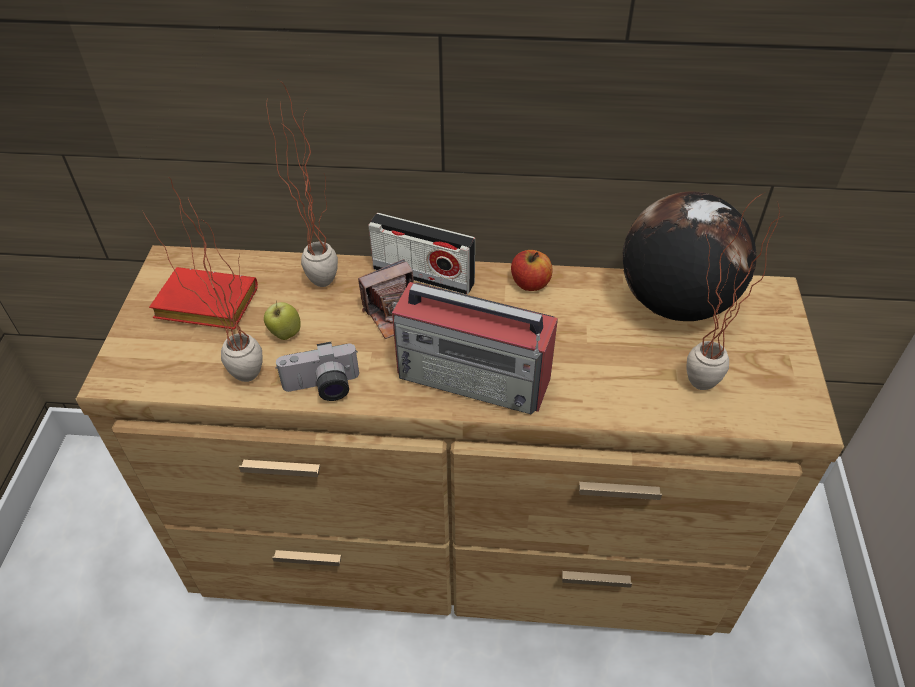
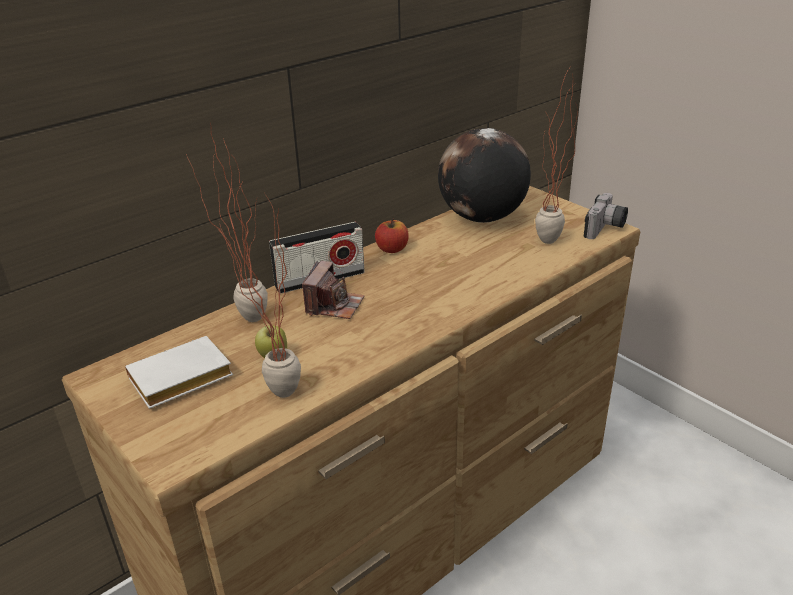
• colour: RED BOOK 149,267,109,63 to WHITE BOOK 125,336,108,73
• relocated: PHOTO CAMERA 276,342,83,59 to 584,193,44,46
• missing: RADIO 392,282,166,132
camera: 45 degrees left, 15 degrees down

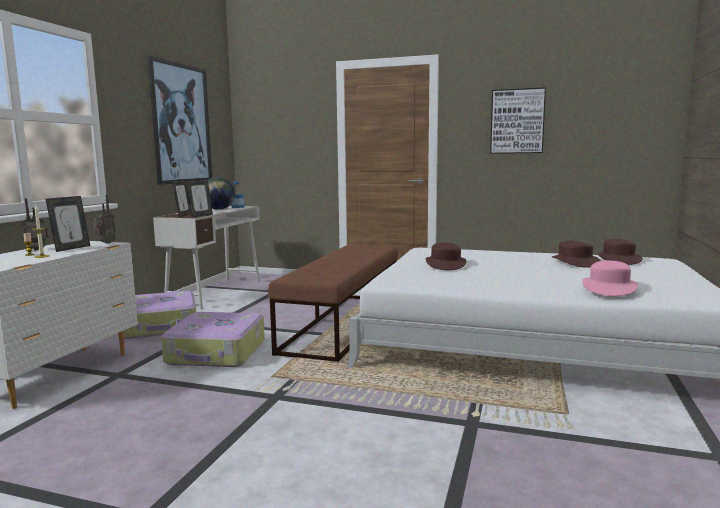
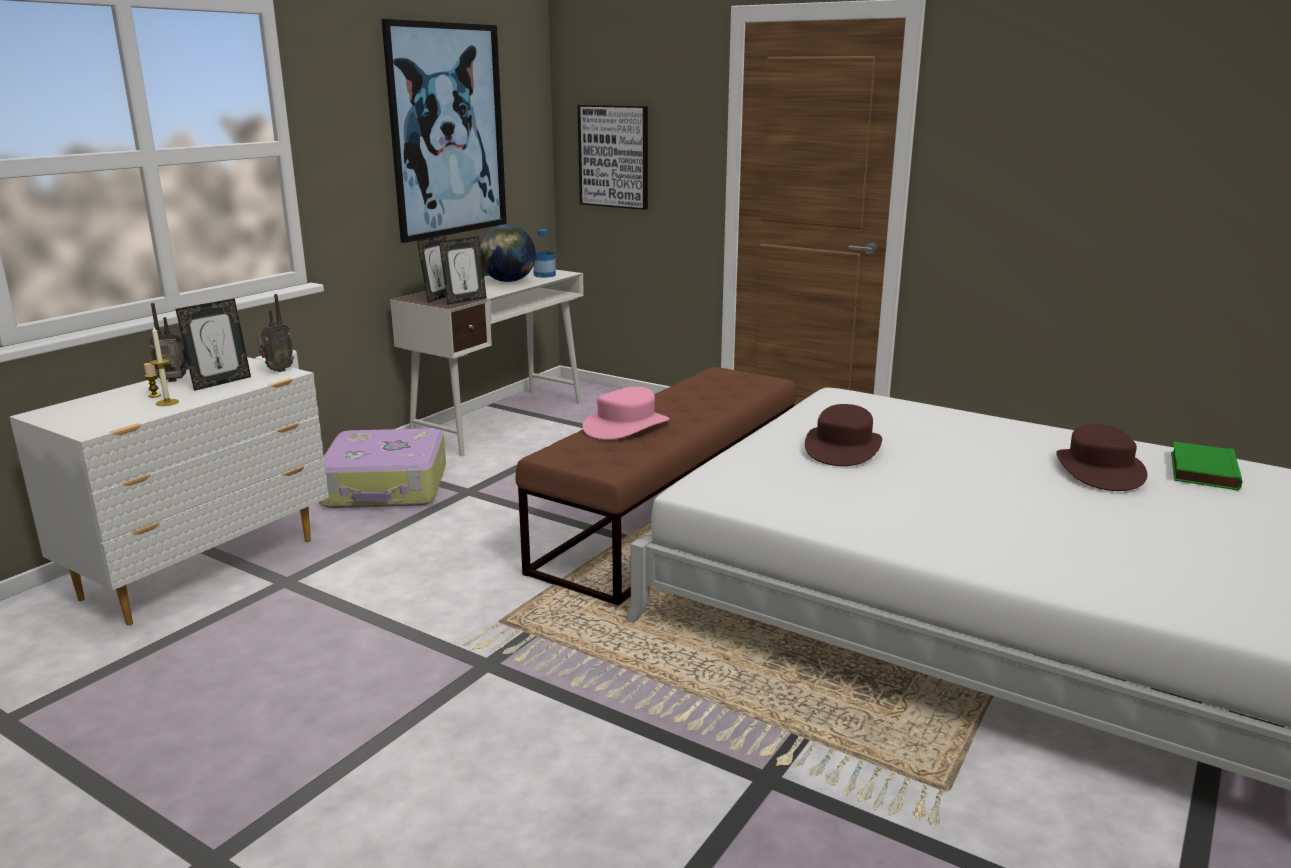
• missing: SUITCASE 161,312,104,55
• relocated: PICTURE 490,87,56,67 to 578,105,70,105
• relocated: PINK HAT 582,260,56,36 to 583,387,87,53
• exchanged: BROWN HAT 597,239,45,26 to GREEN BOOK 1171,441,71,50
camera: 15 degrees right, 10 degrees up

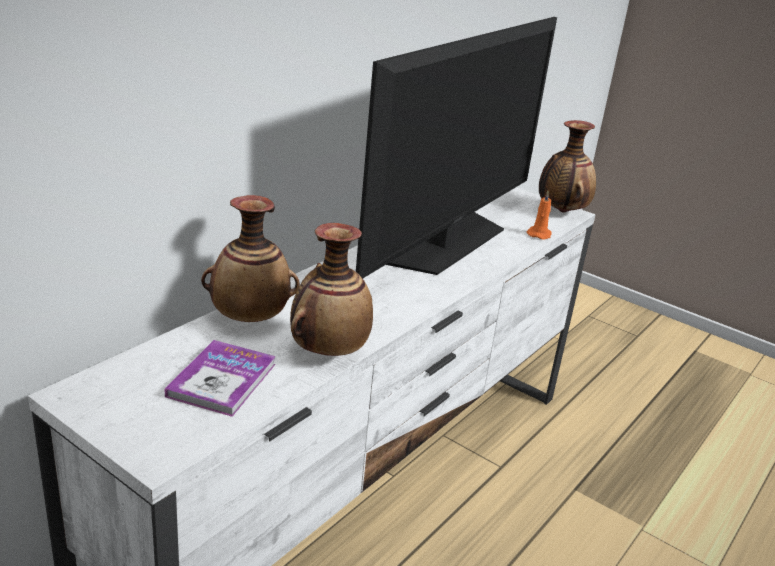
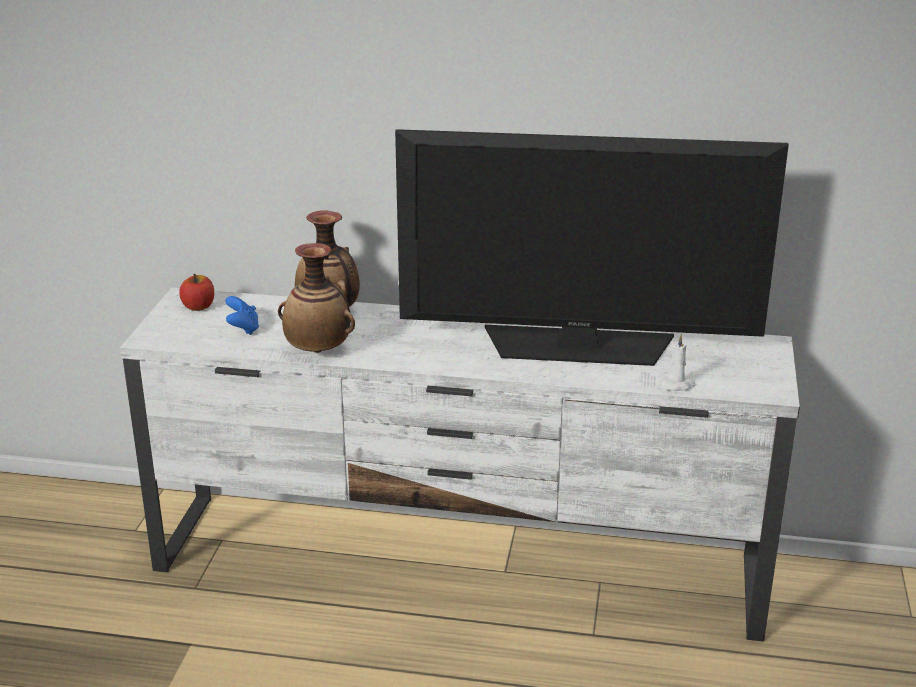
• exchanged: BOOK 164,340,112,77 to BLUE GAME CONTROLLER 225,296,34,39
• colour: ORANGE CANDLE 527,191,25,49 to WHITE CANDLE 660,334,35,57
• missing: VASE 539,120,57,93
• appeared: APPLE 179,274,35,37
camera: 65 degrees right, 0 degrees up

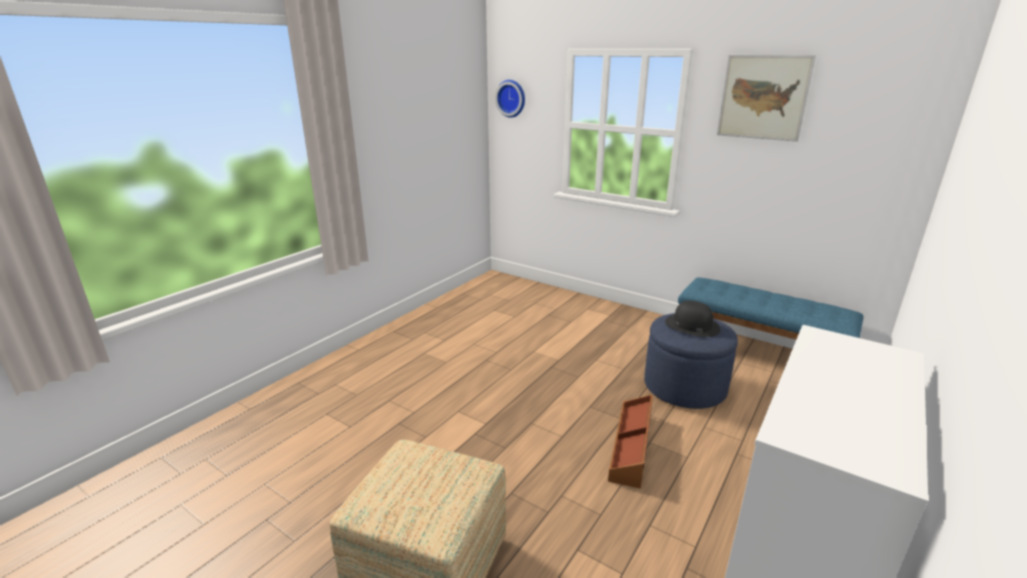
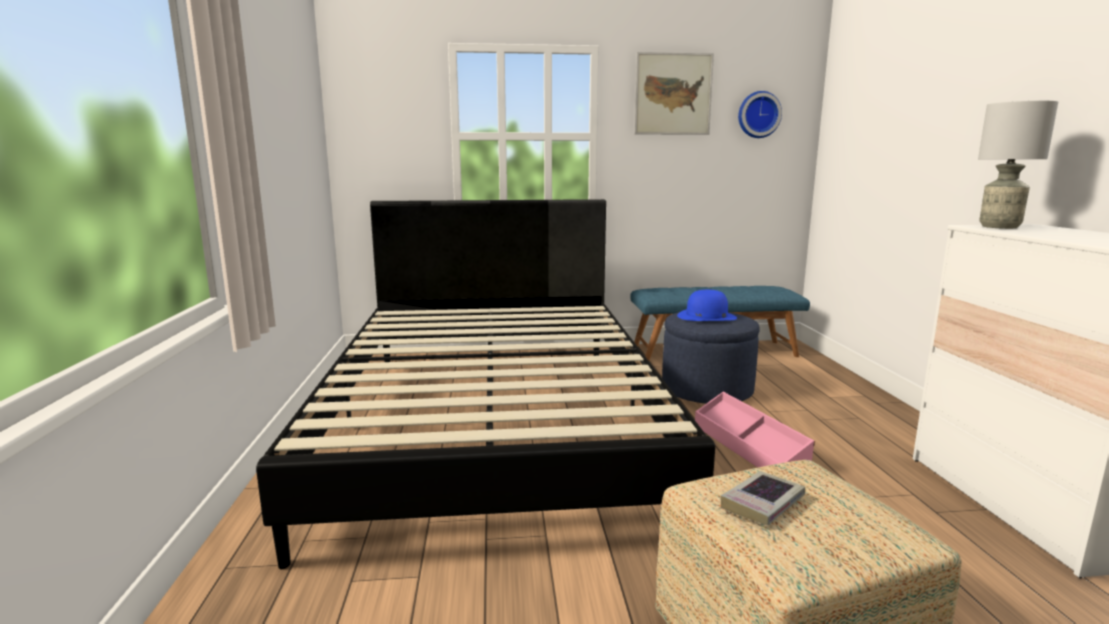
• relocated: WALL CLOCK 495,80,30,38 to 738,91,44,47
• colour: BROWN STORAGE BOX 608,395,45,94 to PINK STORAGE BOX 695,392,120,75
• colour: BLACK HAT 665,301,56,36 to BLUE HAT 677,290,60,31
• appeared: BLACK BED 256,199,459,370
• appeared: BOOK 721,471,84,54
• appeared: GREY TABLE LAMP 978,101,80,128
camera: 40 degrees left, 10 degrees down

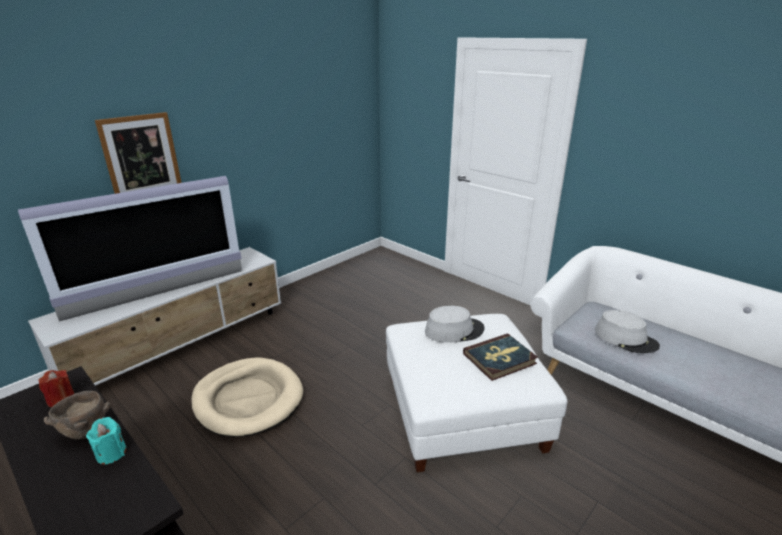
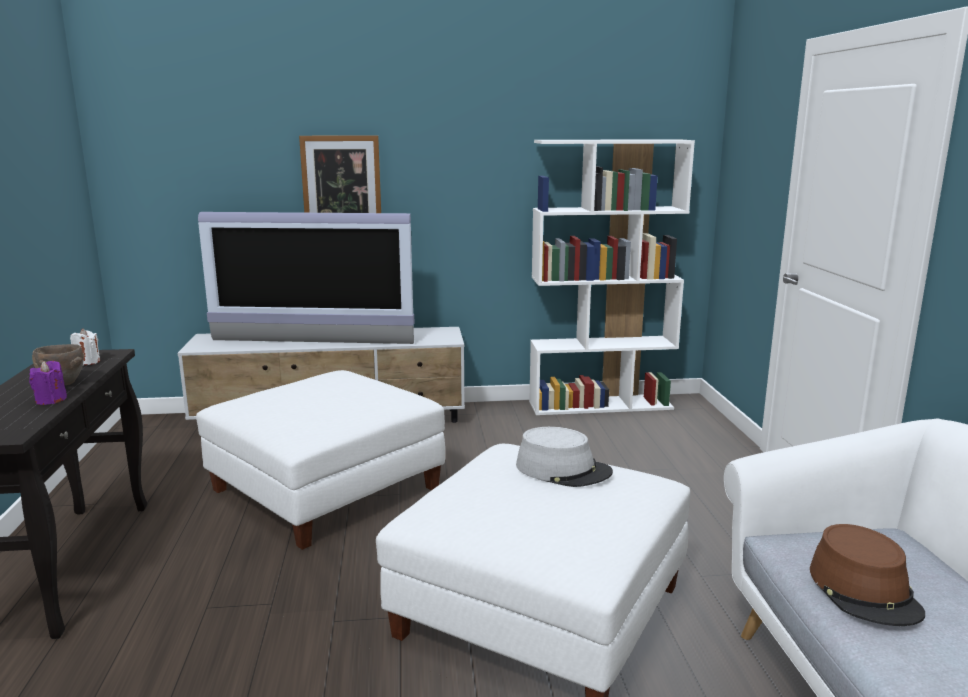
• colour: RED CANDLE 38,370,36,37 to WHITE CANDLE 70,329,30,36
• colour: TURQUOISE CANDLE 86,417,41,48 to PURPLE CANDLE 29,361,38,44
• exchanged: BEIGE DOG BED 191,358,112,79 to WHITE OTTOMAN 196,370,249,180
• missing: BOOK 463,334,75,47
• colour: GREY HAT 595,310,65,43 to BROWN HAT 810,524,115,102
• appeared: WHITE BOOKCASE 529,139,166,276
camera: 40 degrees right, 10 degrees down

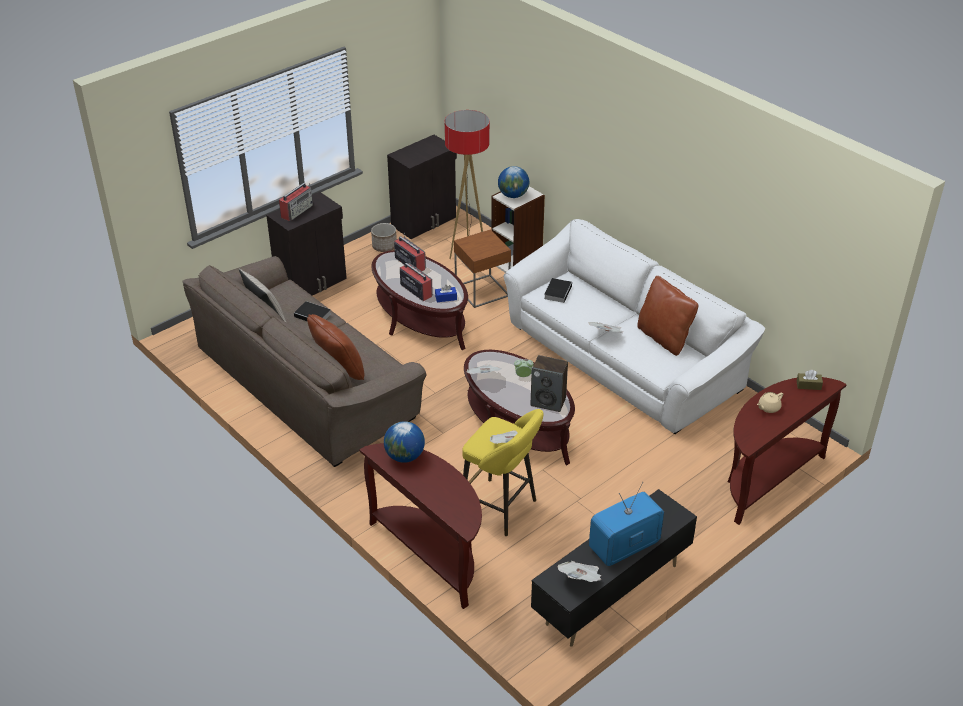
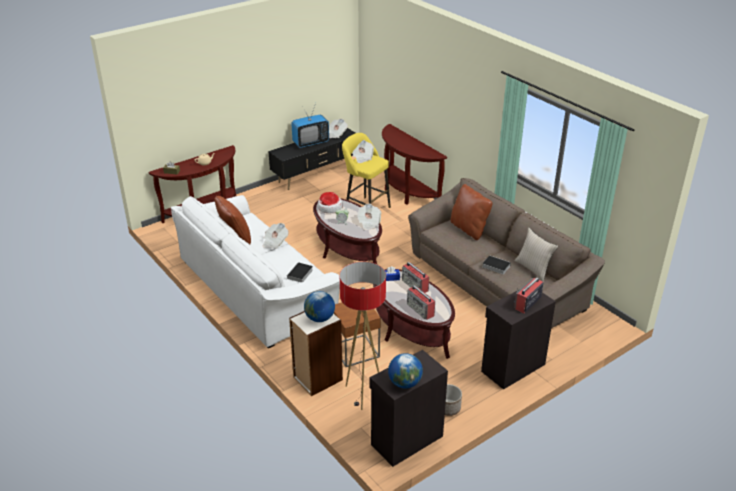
• relocated: GLOBE 384,421,41,42 to 388,353,35,35
• exchanged: SPEAKER 530,355,38,57 to HAT 318,192,25,21
camera: 175 degrees left, 5 degrees down

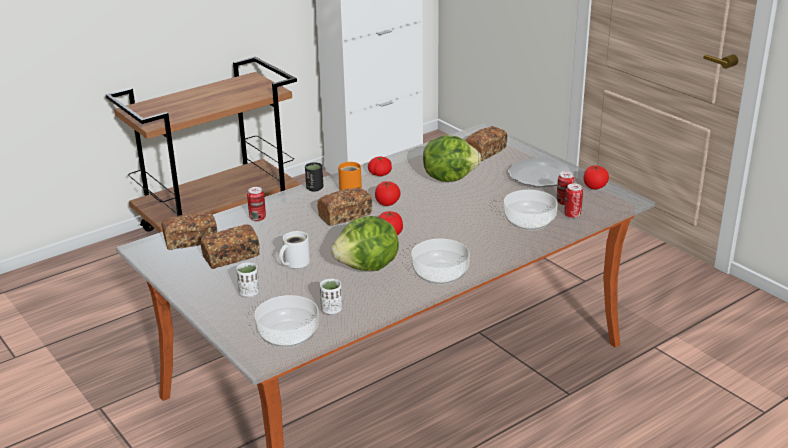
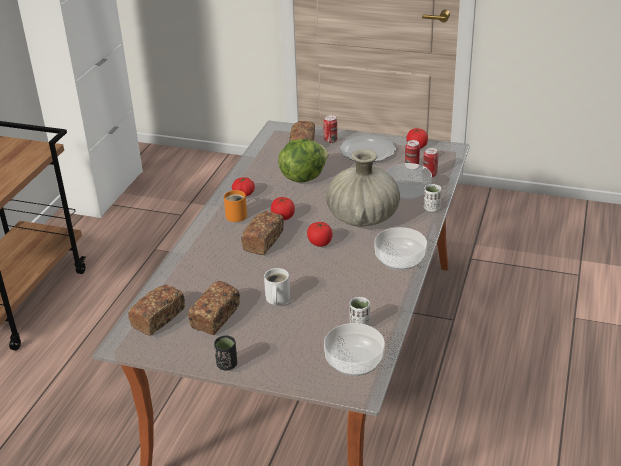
• relocated: WHITE CUP 236,262,23,35 to 424,184,17,28
• relocated: CAN 247,187,19,34 to 323,115,14,28
• relocated: BLACK CUP 305,162,18,29 to 214,335,23,35
• missing: LETTUCE 331,216,68,55
• appeared: BEIGE VASE 326,149,74,78
camera: 35 degrees left, 5 degrees up

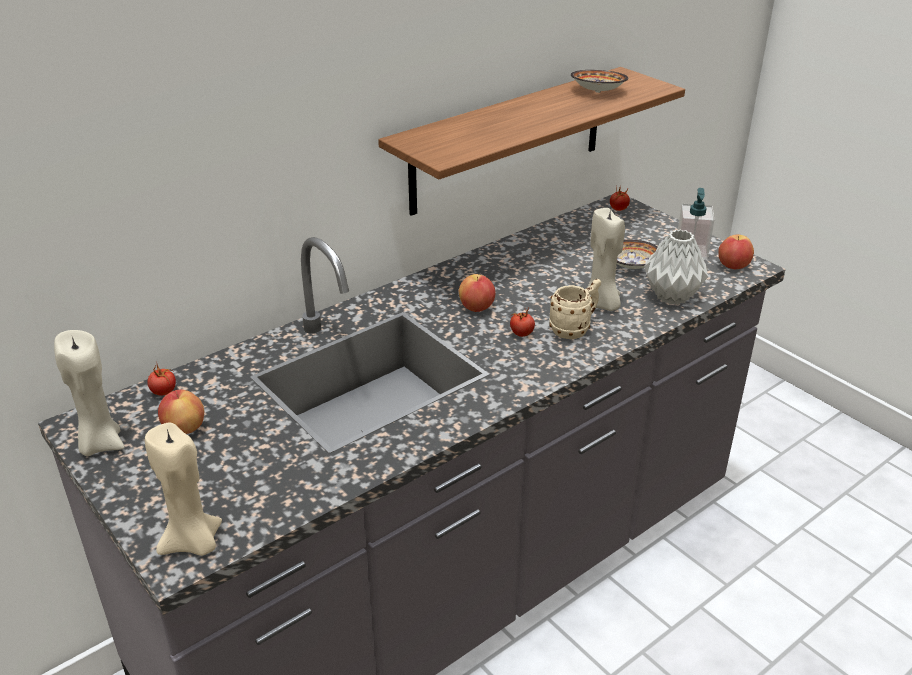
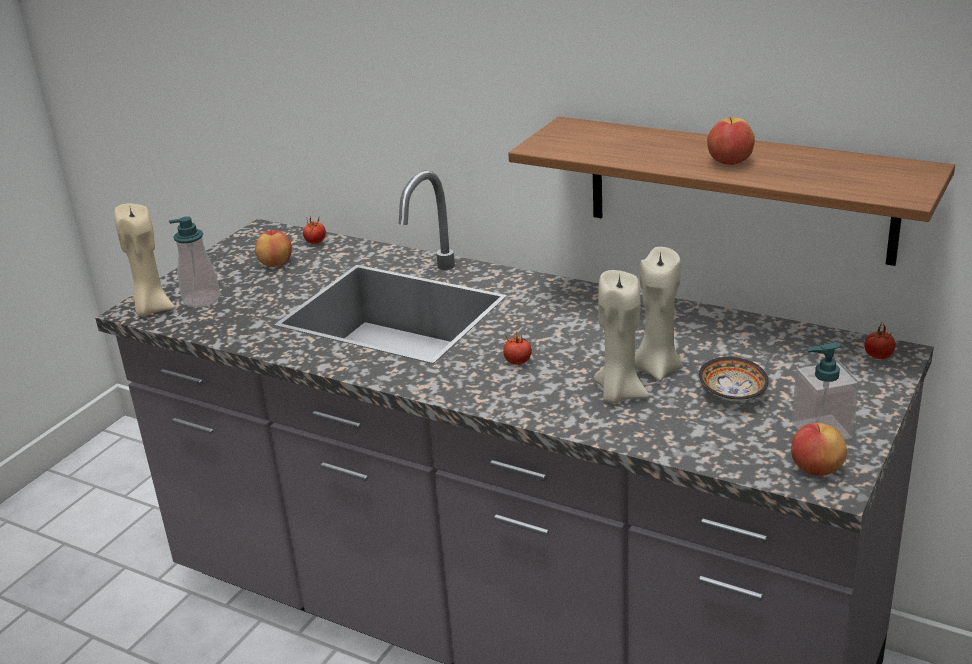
• relocated: BEIGE CANDLE 54,330,70,126 to 635,247,48,134
• relocated: APPLE 459,274,37,38 to 707,117,48,48
• missing: BEIGE MUG 549,279,52,60
• missing: BOWL 571,70,57,23
• missing: GREY VASE 644,229,64,76
• appeared: SOAP DISPENSER 169,216,51,91
camera: 70 degrees right, 5 degrees down

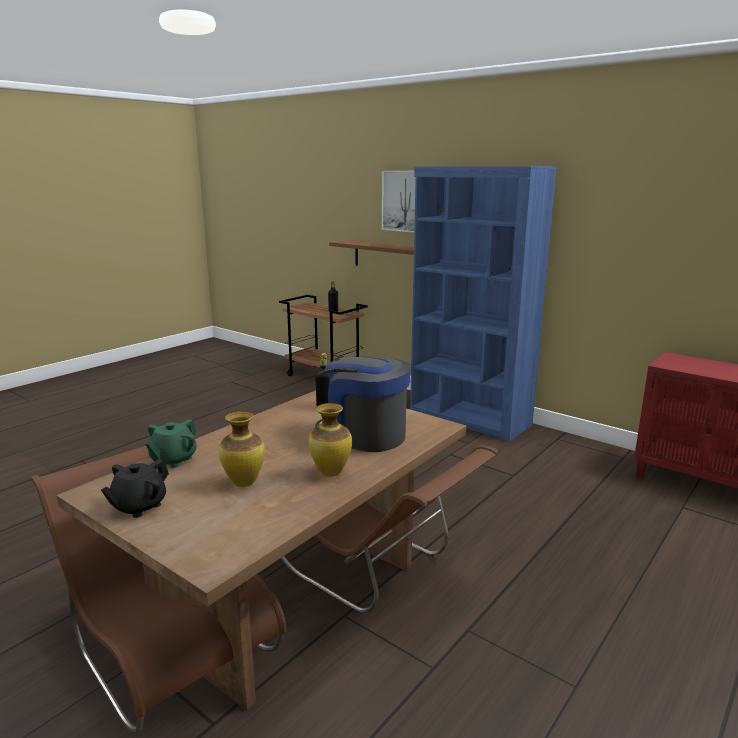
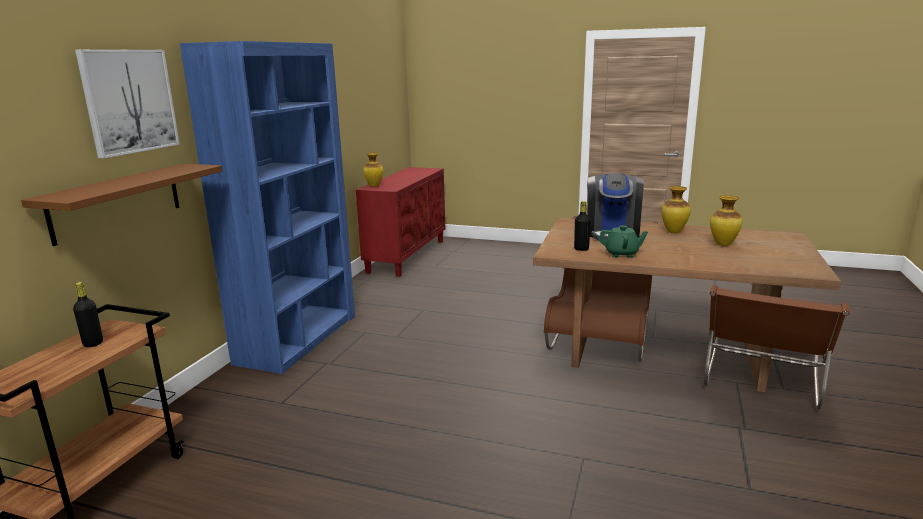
• missing: BLACK TEAPOT 101,459,68,59
• relocated: GREEN TEAPOT 145,419,52,49 to 599,225,49,33
• appeared: VASE 363,153,20,34
camera: 110 degrees left, 0 degrees up

